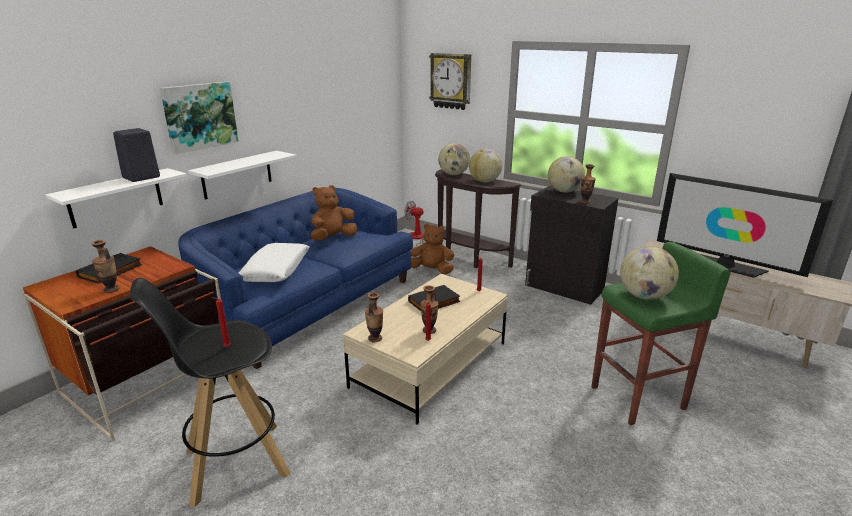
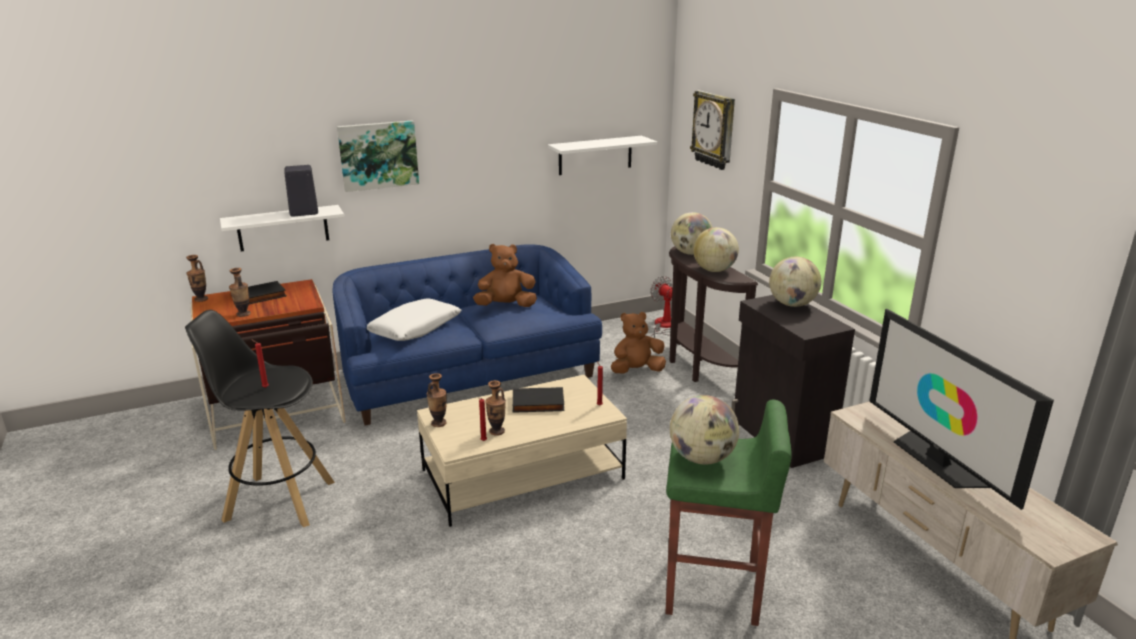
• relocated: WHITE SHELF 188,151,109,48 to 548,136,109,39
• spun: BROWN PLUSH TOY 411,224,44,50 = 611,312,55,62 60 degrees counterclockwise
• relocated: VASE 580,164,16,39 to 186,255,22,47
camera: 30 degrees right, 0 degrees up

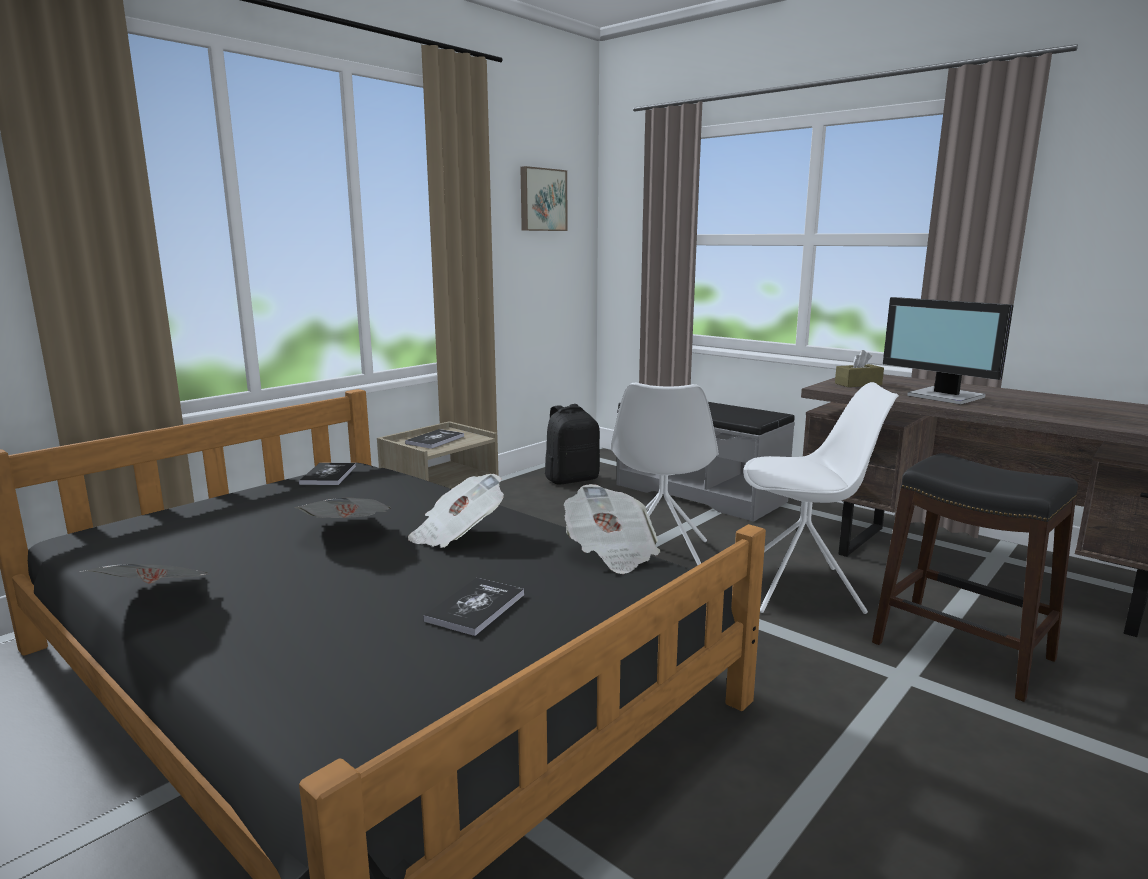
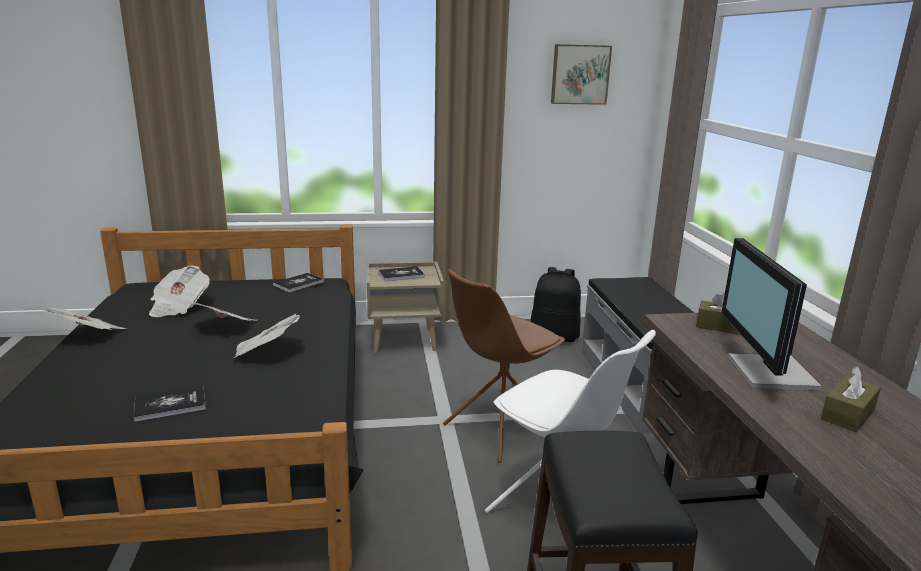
• relocated: NEWSPAPER 564,484,96,90 to 149,265,61,52
• colour: WHITE CHAIR 611,383,107,182 to BROWN CHAIR 443,269,122,194
• appeared: BROWN TISSUE BOX 821,366,60,66
camera: 40 degrees right, 5 degrees up

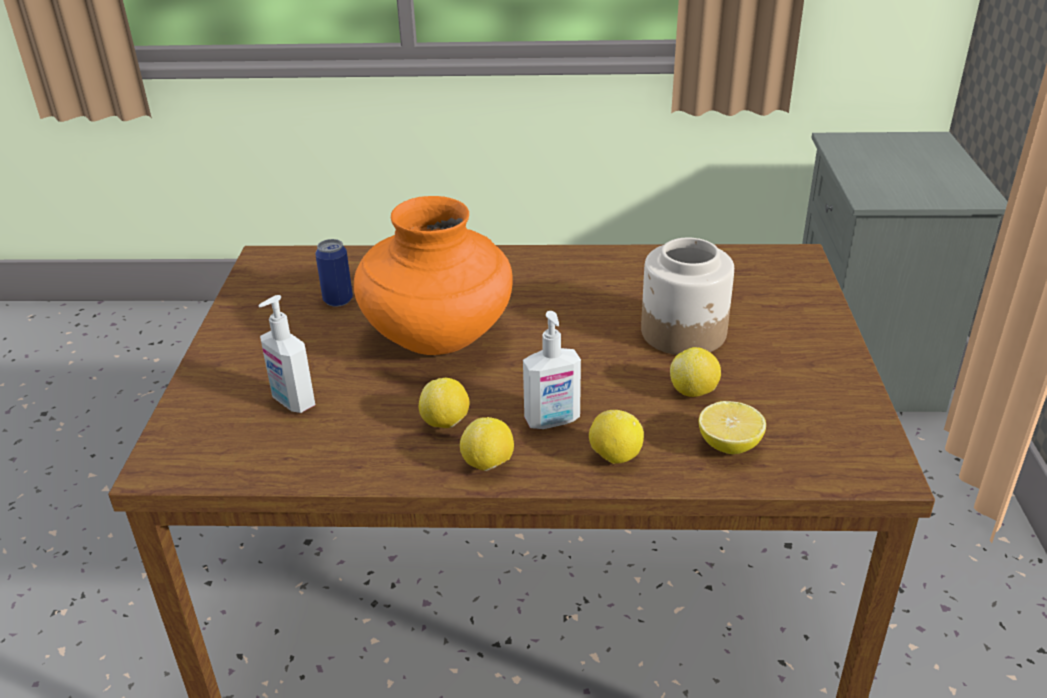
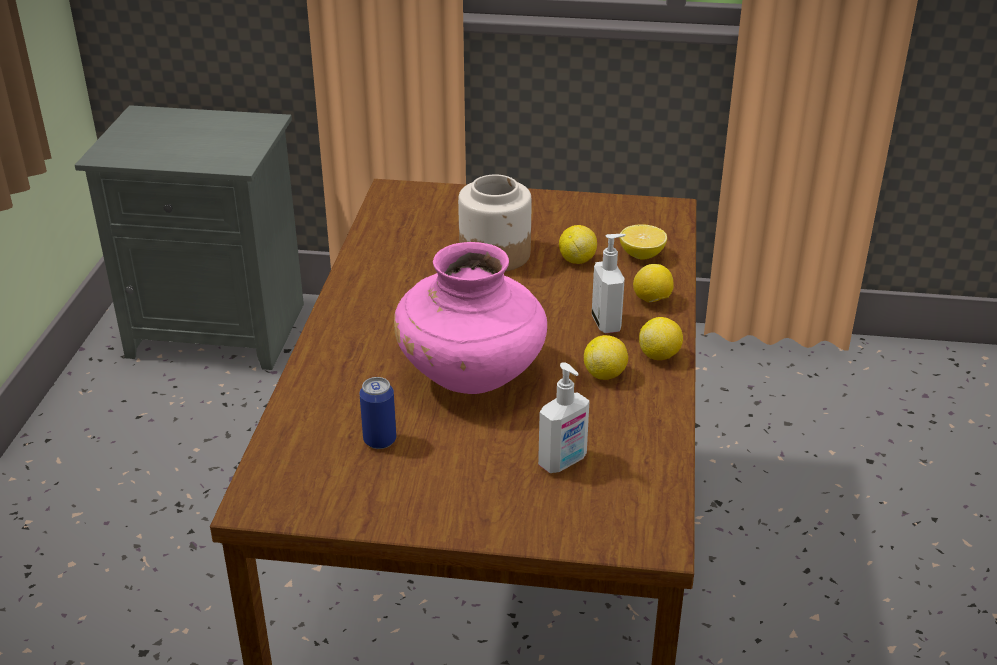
• colour: ORANGE VASE 354,196,159,159 to PINK VASE 394,242,153,152
camera: 85 degrees left, 0 degrees up

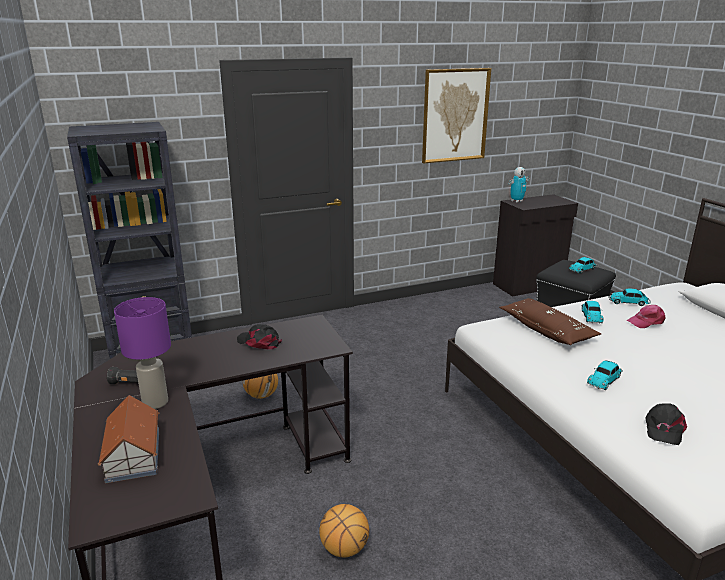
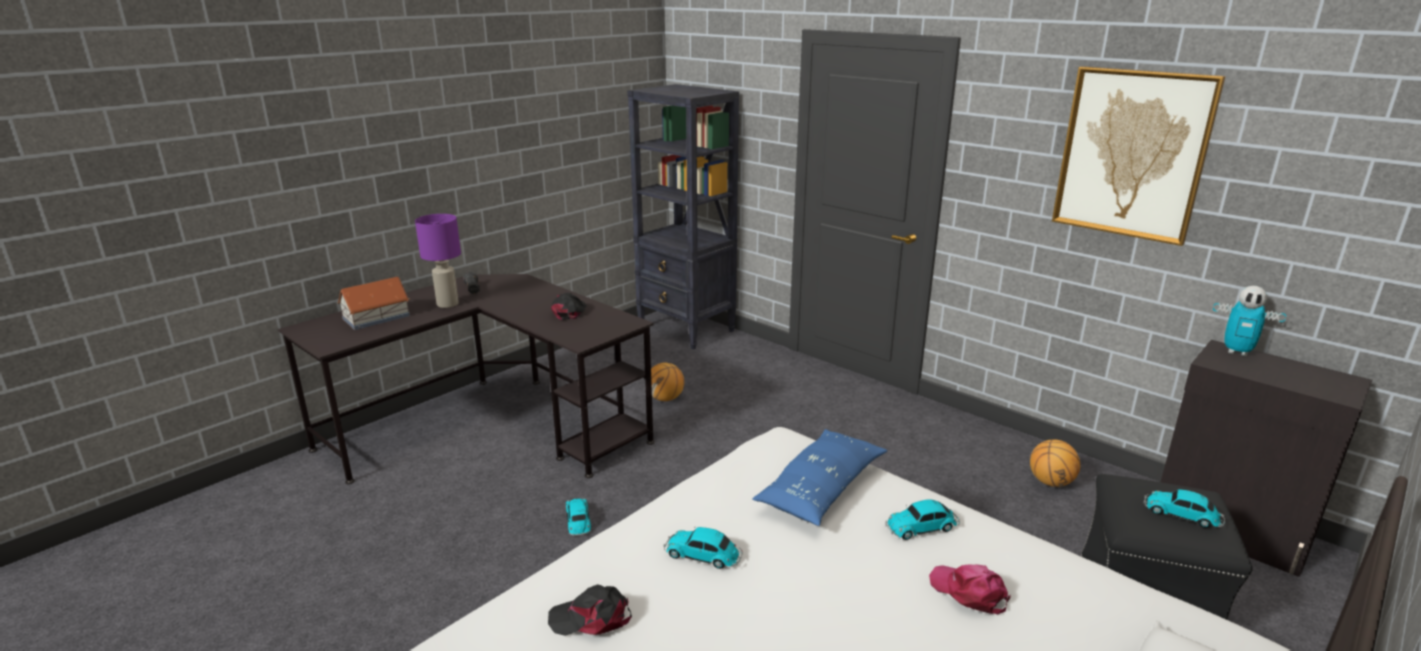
• relocated: BASKETBALL 319,504,50,53 to 1030,440,51,47
• colour: BROWN PILLOW 499,298,102,47 to BLUE PILLOW 752,429,136,97
• relocated: TOY CAR 608,289,43,17 to 566,498,25,38
camera: 65 degrees right, 0 degrees up

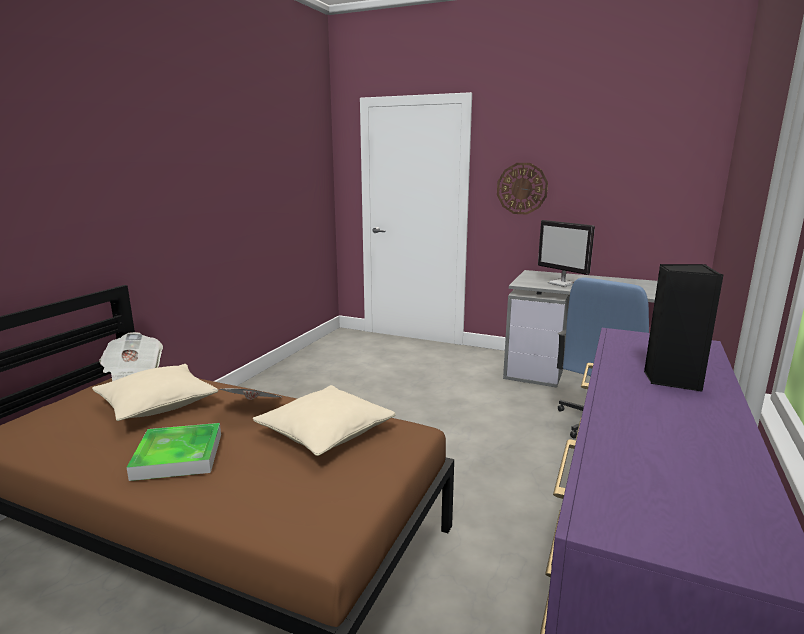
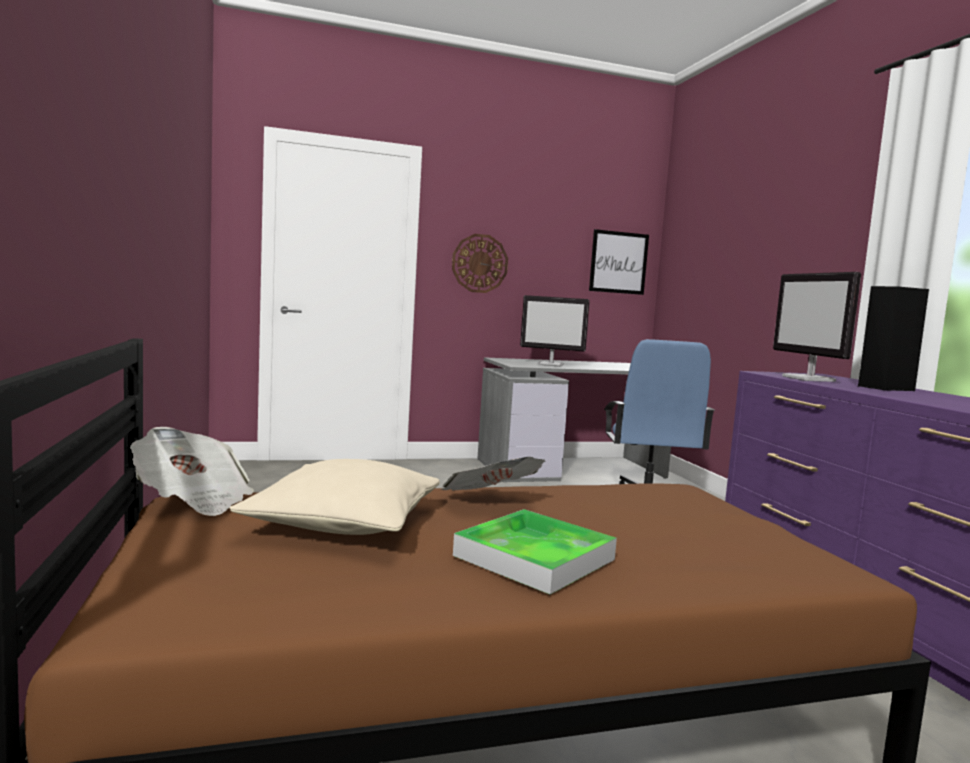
• missing: BEIGE PILLOW 253,385,143,71
• appeared: PICTURE 589,229,60,66
• appeared: MONITOR 773,272,88,110
camera: 40 degrees left, 10 degrees down

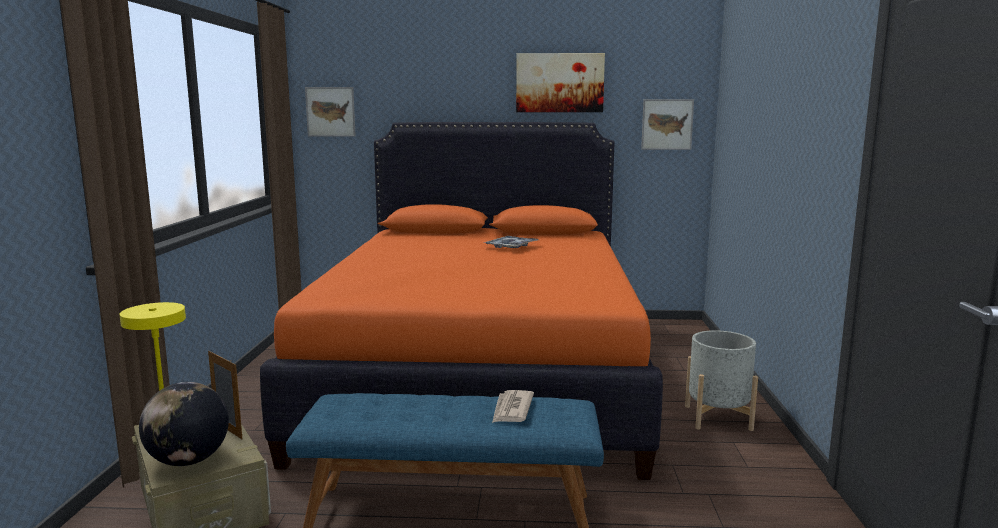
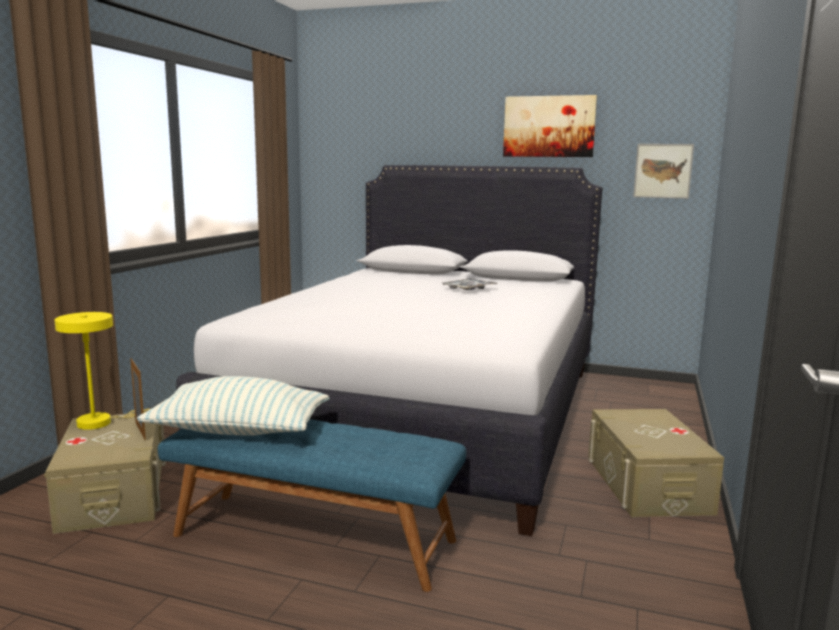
• missing: GLOBE 139,382,90,84
• colour: ORANGE BED 260,122,403,358 to WHITE BED 176,165,427,371
• missing: PICTURE 305,87,51,49
• missing: NEWSPAPER 492,390,42,33
• exchanged: GREY PLANTER 685,330,73,101 to BEIGE STORAGE BOX 588,409,136,108
• appeared: PILLOW 137,376,193,60
camera: 15 degrees right, 0 degrees up

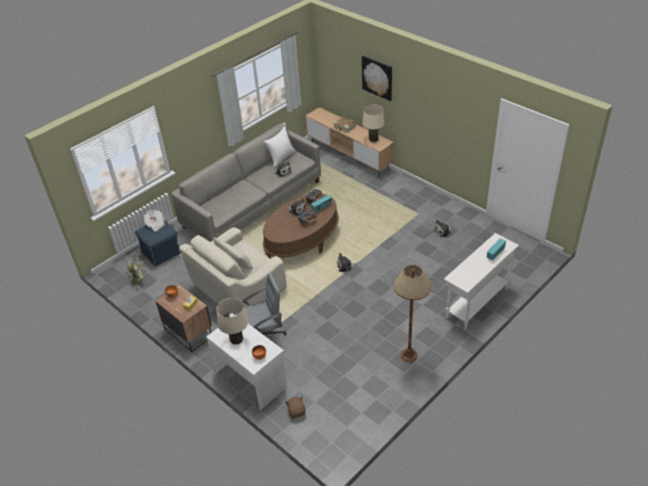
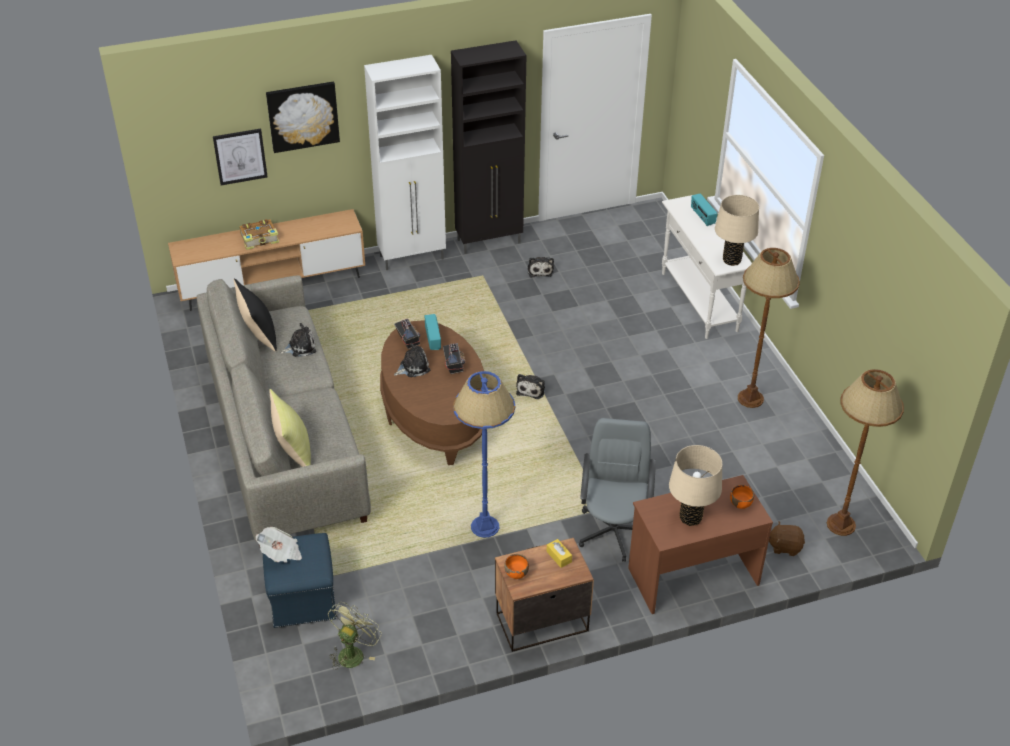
• exchanged: BEIGE ARMCHAIR 180,227,107,88 to BLUE FLOOR LAMP 453,371,62,167
• colour: WHITE DESK 206,315,81,95 to BROWN DESK 628,475,145,139
• colour: WHITE PILLOW 264,126,32,41 to BLACK PILLOW 234,279,43,72
• relocated: BEIGE TABLE LAMP 362,105,23,37 to 715,195,44,71
• appeared: PICTURE 213,129,55,56
• appeared: YELLOW PILLOW 269,389,42,78
• appeared: WHITE CABINET 364,55,82,215
• appeared: BLACK CABINET 451,40,75,214
• appeared: BROWN FLOOR LAMP 827,369,77,167
camera: 65 degrees left, 0 degrees up

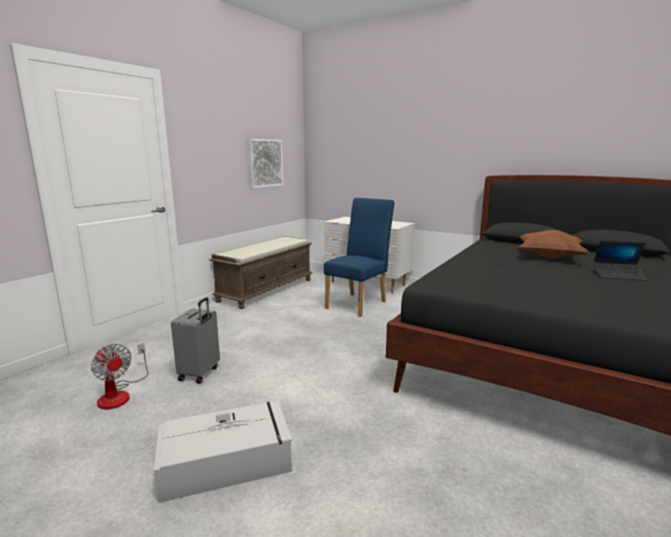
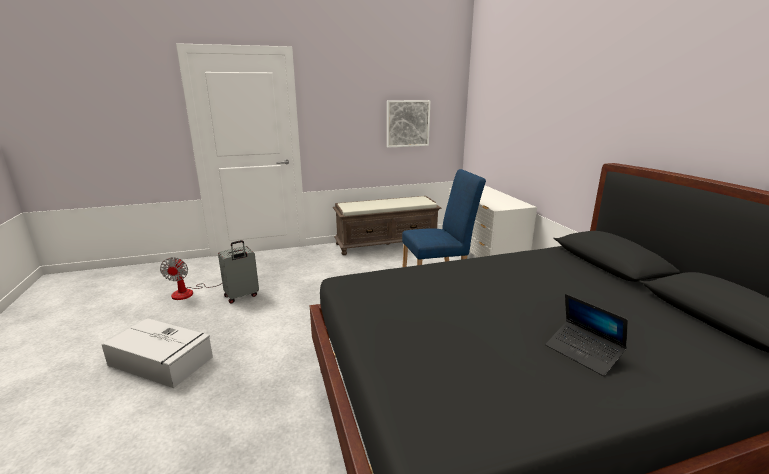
• missing: BROWN PILLOW 519,230,70,28
camera: 40 degrees right, 5 degrees up

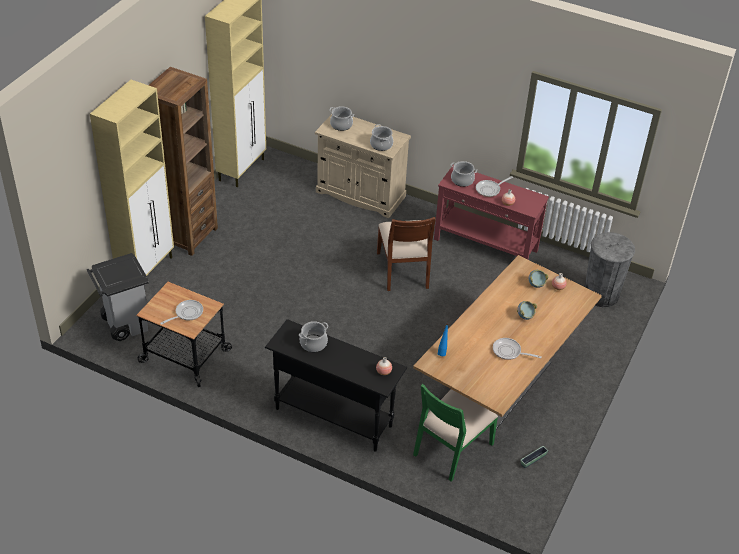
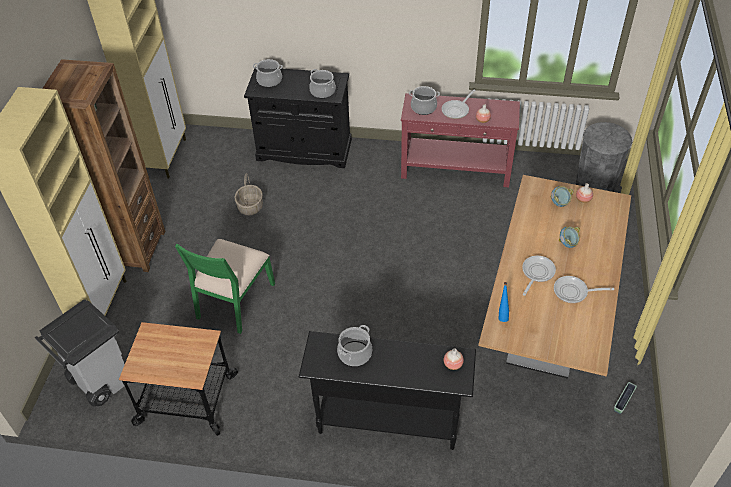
• relocated: FRYING PAN 160,300,43,25 to 522,256,34,40
• colour: BEIGE CABINET 315,114,96,104 to BLACK CABINET 244,67,108,101
• missing: BROWN CHAIR 377,217,59,74
• relocated: GREEN CHAIR 413,384,85,97 to 175,239,100,95
• appeared: BASKET 235,173,28,43
camera: 15 degrees left, 5 degrees up

